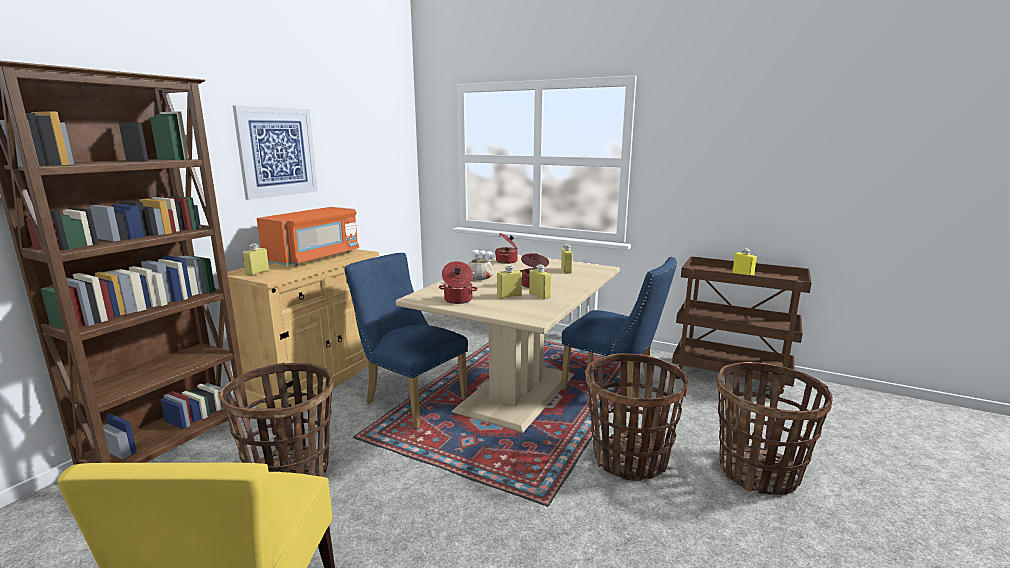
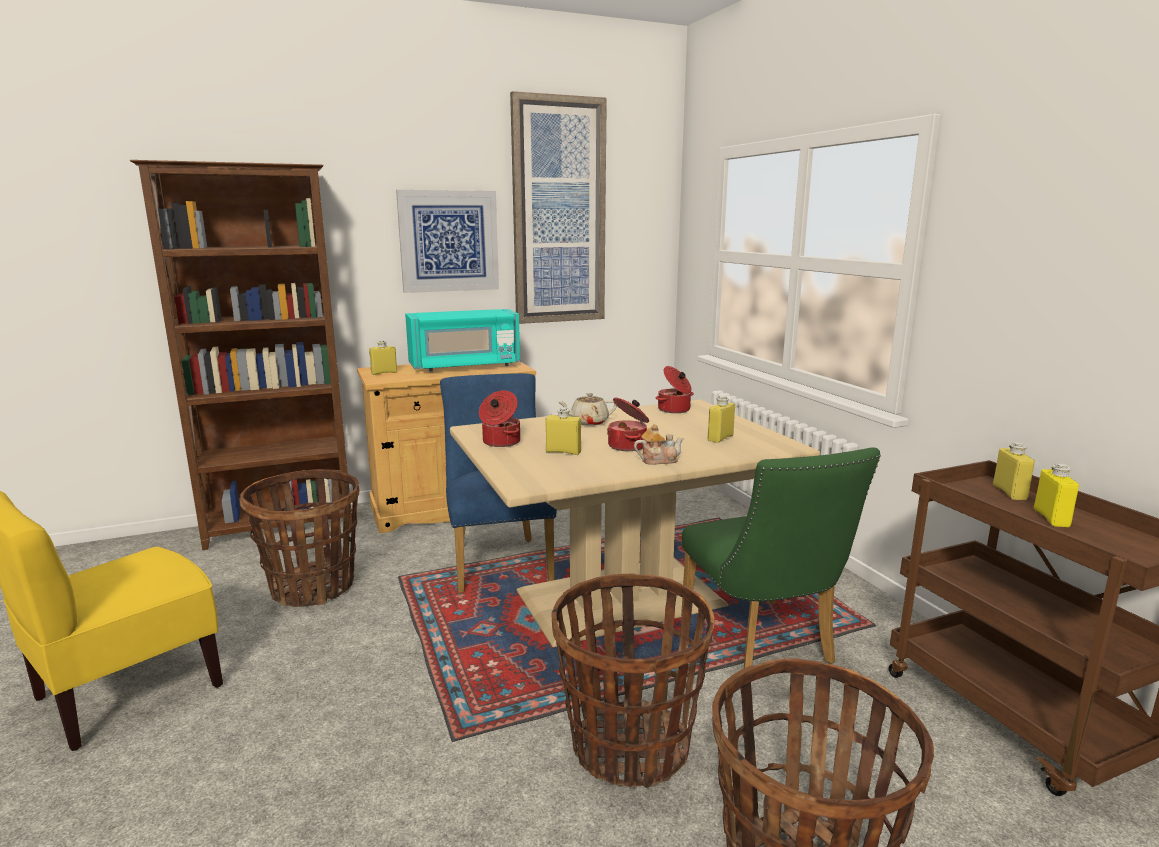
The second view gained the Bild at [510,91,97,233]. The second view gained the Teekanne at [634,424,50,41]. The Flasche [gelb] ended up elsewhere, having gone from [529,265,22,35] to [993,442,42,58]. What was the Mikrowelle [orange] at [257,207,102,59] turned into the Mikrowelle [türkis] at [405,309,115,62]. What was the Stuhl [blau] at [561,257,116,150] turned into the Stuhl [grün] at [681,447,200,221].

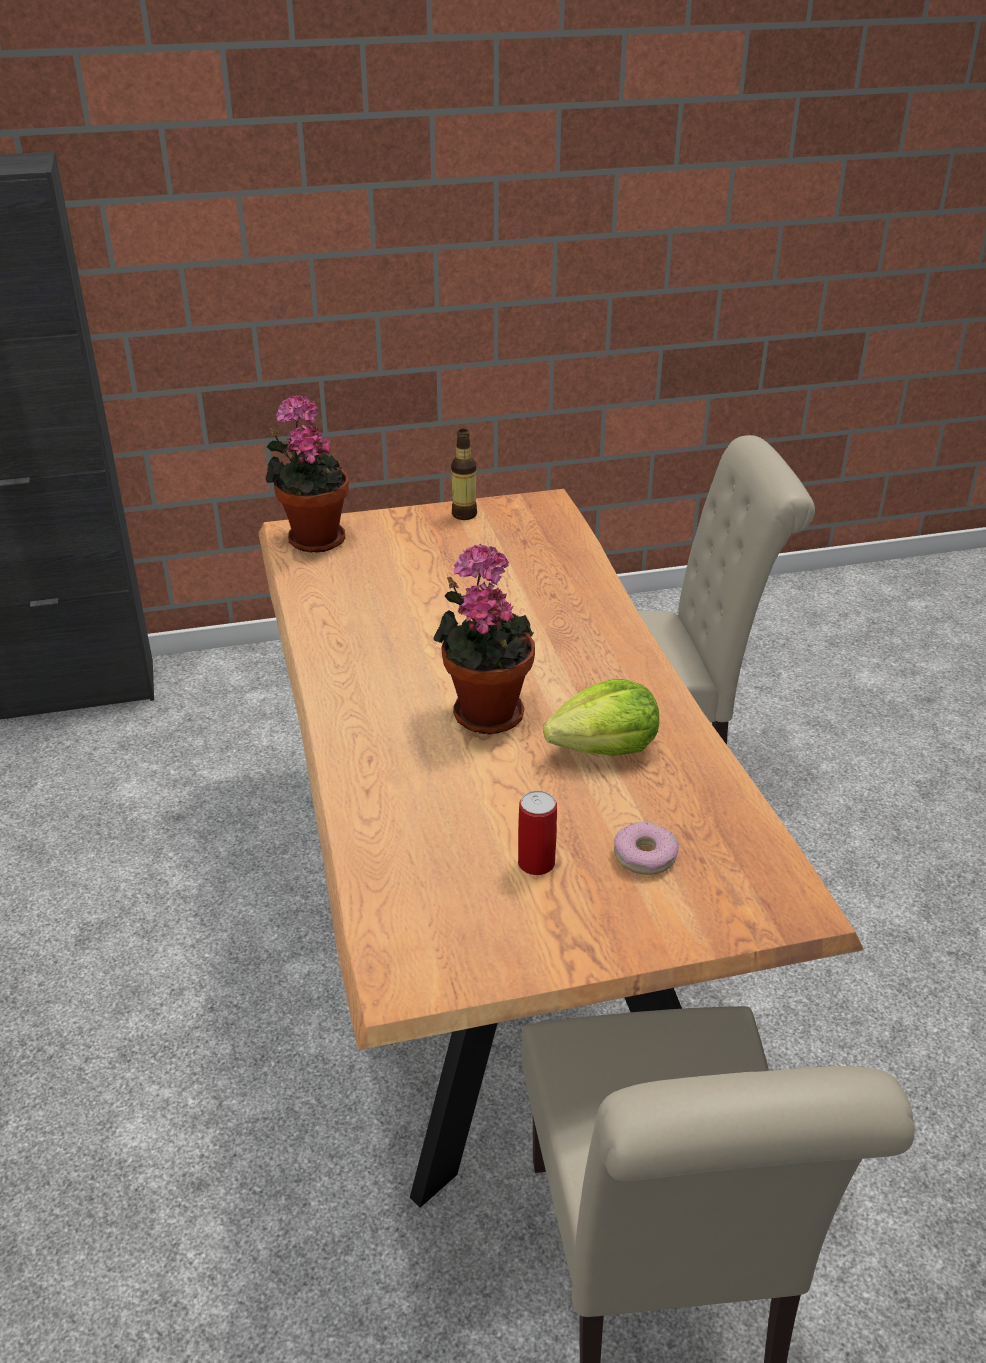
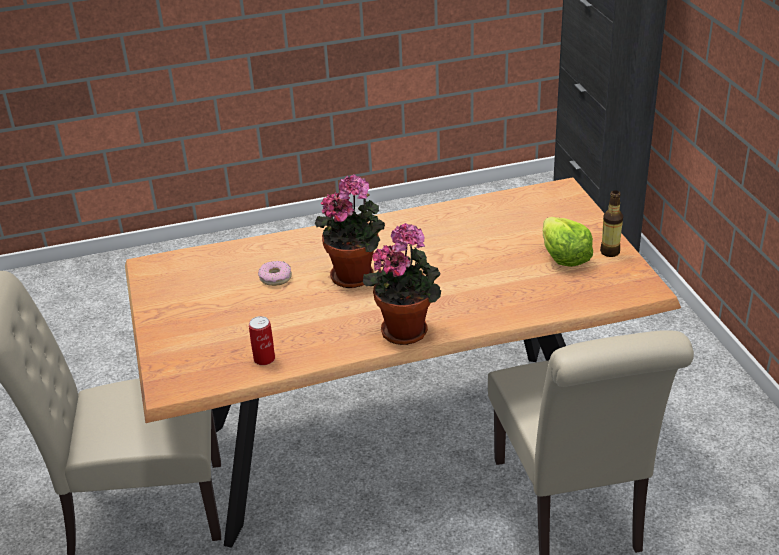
The Topfpflanze ended up elsewhere, having gone from [265,395,84,158] to [363,223,78,122]. The Dose ended up elsewhere, having gone from [518,791,39,84] to [249,316,26,49]. The Salatkopf ended up elsewhere, having gone from [543,679,116,77] to [543,217,50,50]. The Donut ended up elsewhere, having gone from [614,822,65,53] to [258,261,34,25].

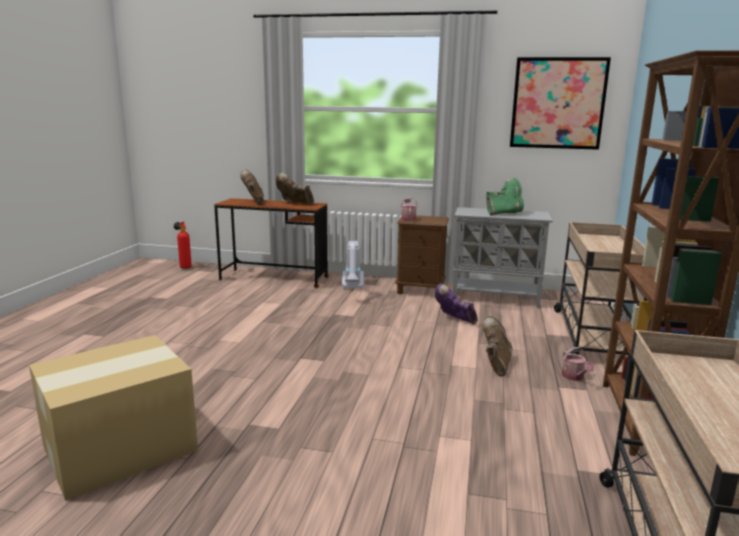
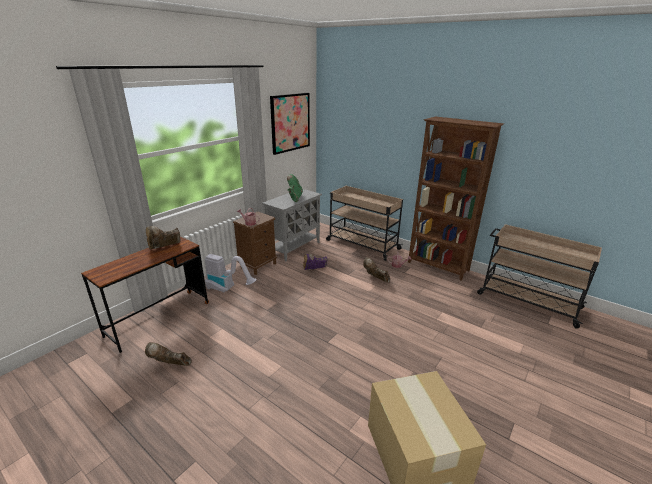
The second view lost the Feuerlöscher at [174,222,18,47]. The Stiefel [braun] ended up elsewhere, having gone from [240,169,24,36] to [145,342,47,24].

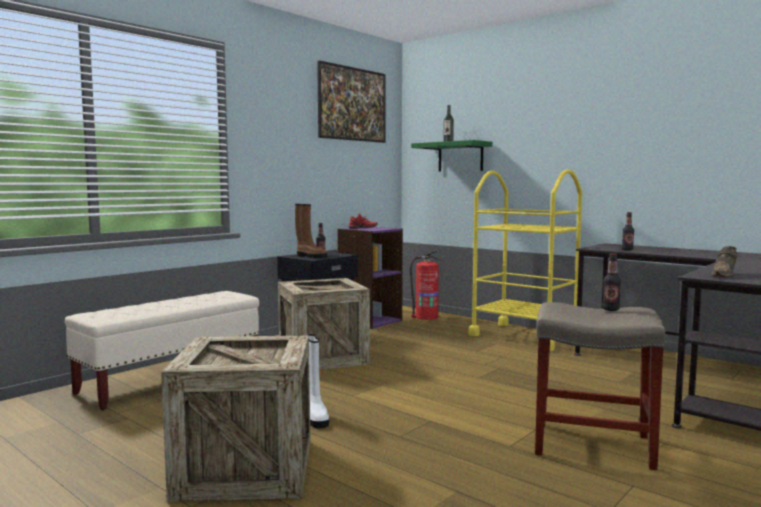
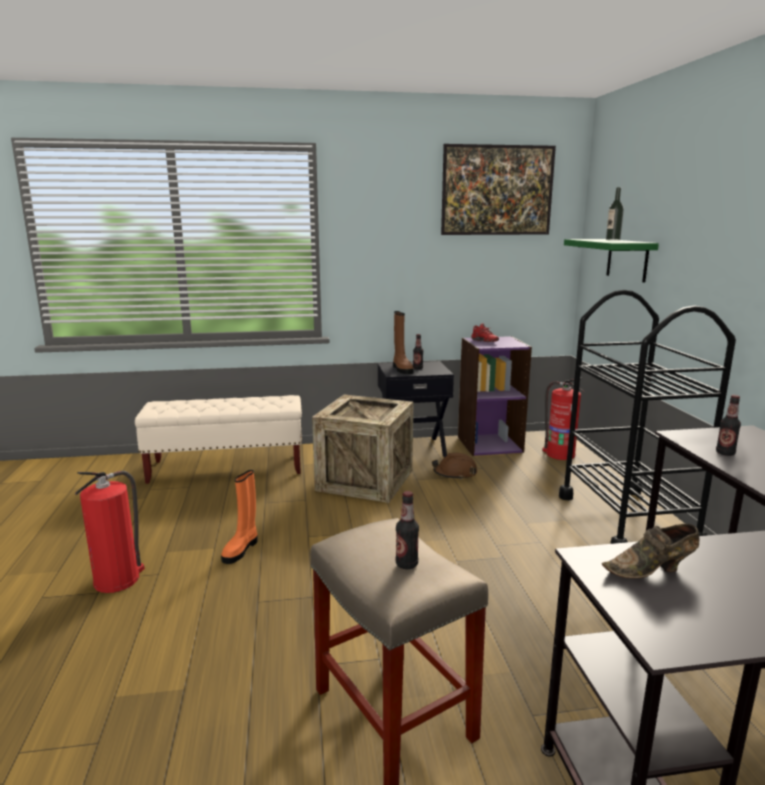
The second view gained the Schutzhelm [braun] at [432,453,45,27]. Where the Kiste stood at [161,336,149,166], the Feuerlöscher came to stand at [75,471,70,122]. What was the Stiefel [weiß] at [308,334,21,95] turned into the Stiefel [orange] at [221,470,37,94]. What was the Rollwagen [gelb] at [468,169,114,182] turned into the Rollwagen [schwarz] at [559,290,177,254].

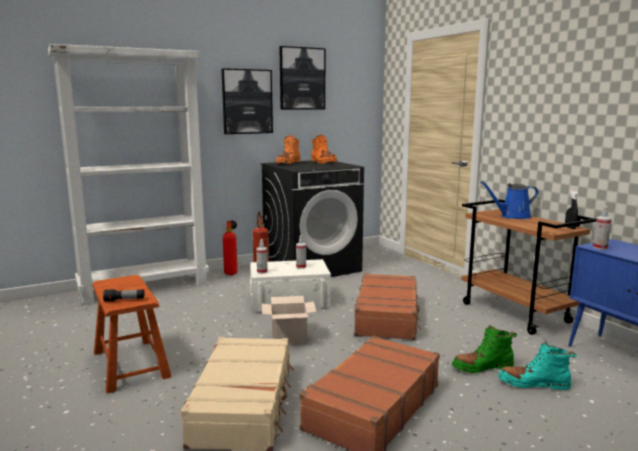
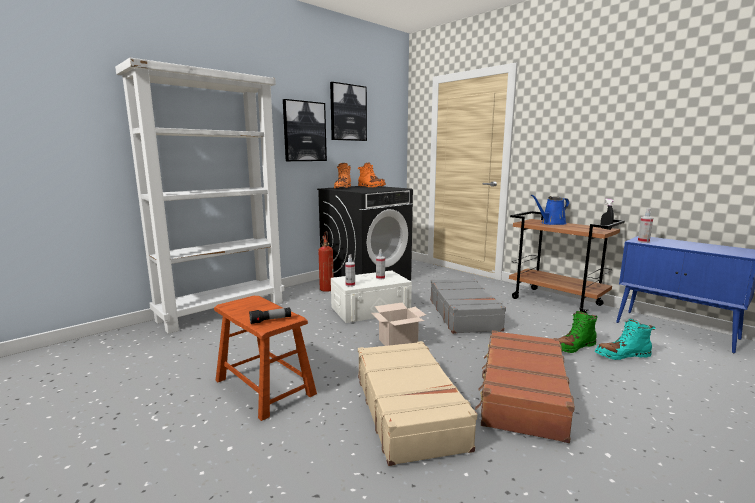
The second view lost the Feuerlöscher at [223,220,14,55]. What was the Koffer [braun] at [354,273,67,67] turned into the Koffer [grau] at [430,278,76,56].

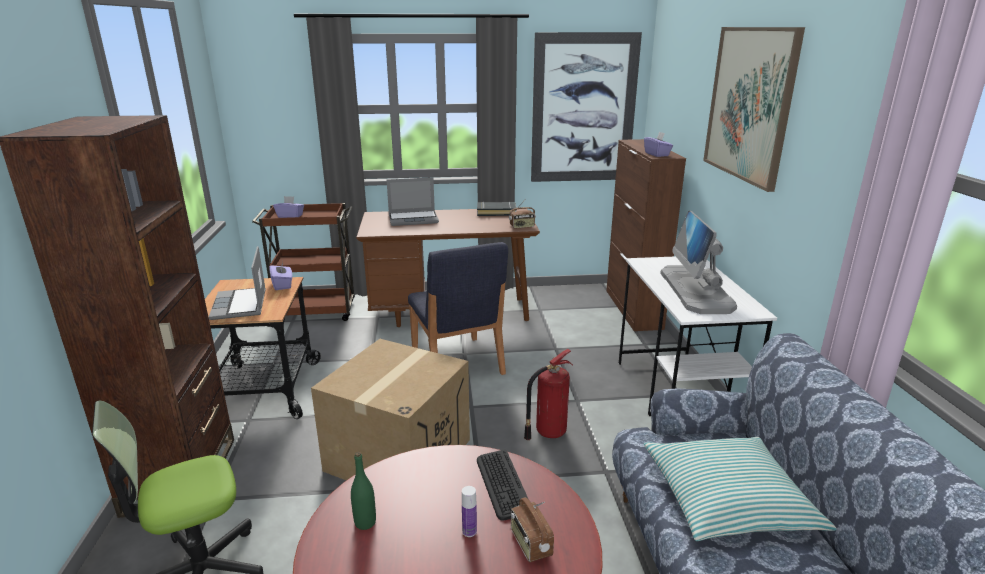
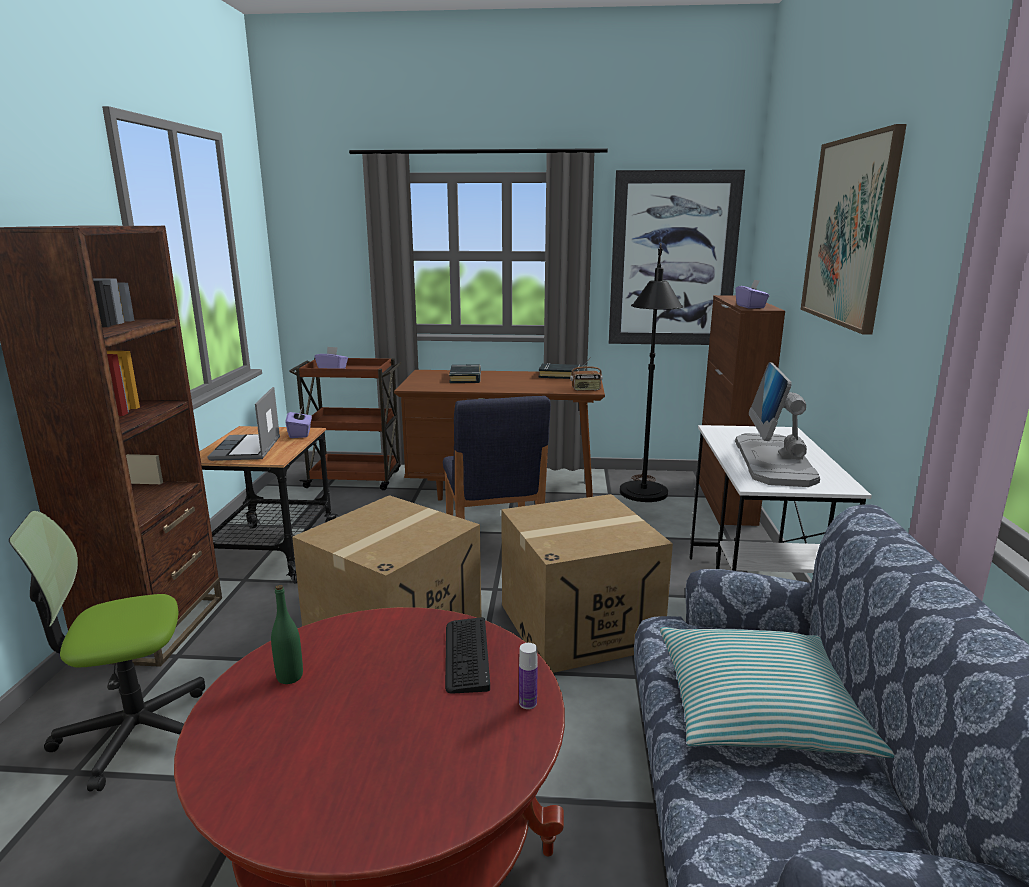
The second view lost the Radio at [511,498,43,64]. The second view gained the Stehlampe [schwarz] at [620,243,63,259]. The Flasche ended up elsewhere, having gone from [462,486,15,51] to [519,643,19,66]. Where the Laptop stood at [387,177,52,49], the Buch [schwarz] came to stand at [449,365,32,18]. Where the Feuerlöscher stood at [524,349,49,91], the Karton came to stand at [501,494,172,179].

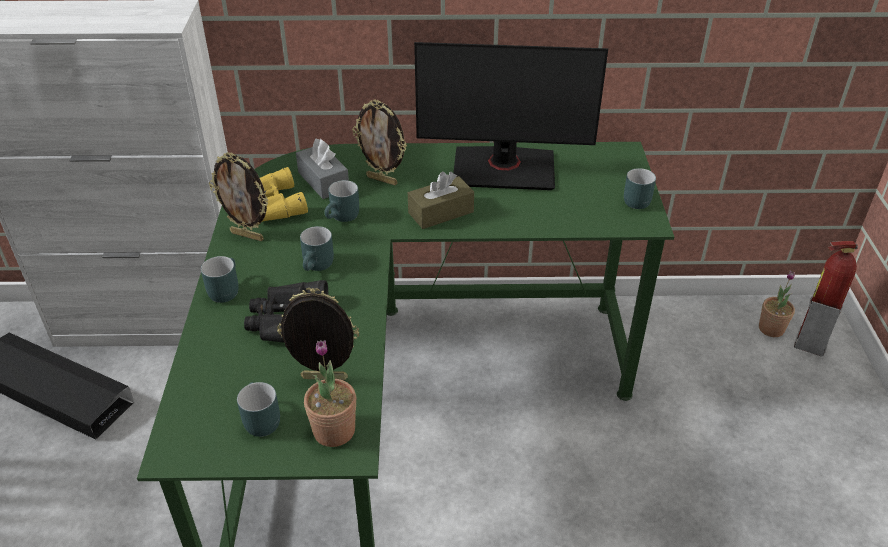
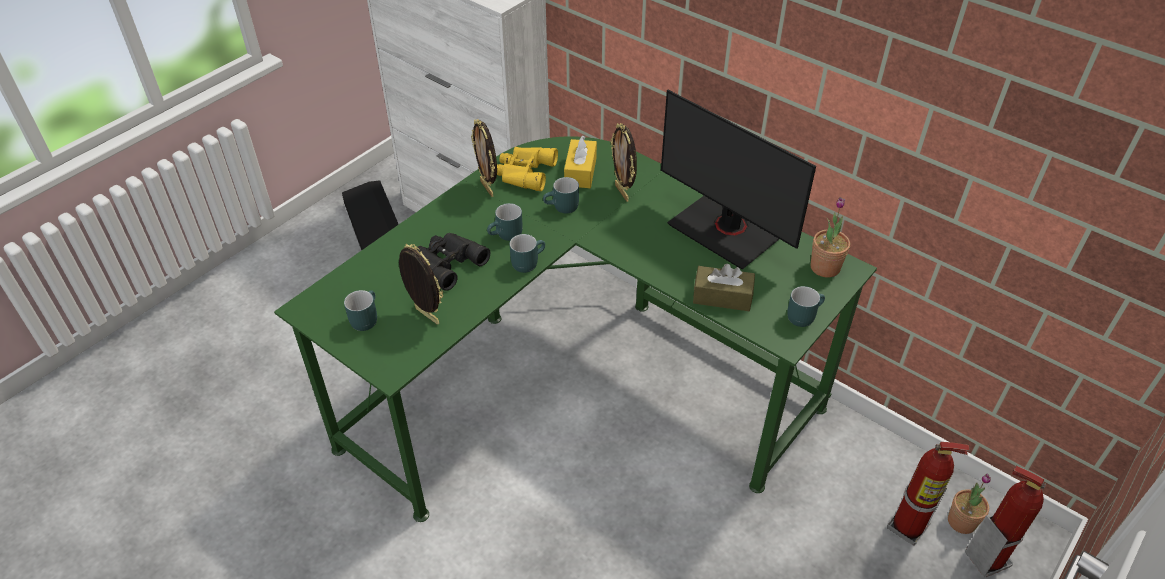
The second view gained the Feuerlöscher at [887,442,83,104]. The Henkelbecher [türkis] ended up elsewhere, having gone from [201,256,38,47] to [509,234,36,39]. The Topfpflanze ended up elsewhere, having gone from [304,340,52,107] to [811,197,39,81]. The Taschentuchbox [braun] ended up elsewhere, having gone from [408,172,66,57] to [693,264,62,47]. What was the Taschentuchbox [grau] at [296,138,53,61] turned into the Taschentuchbox [gelb] at [564,135,33,53].

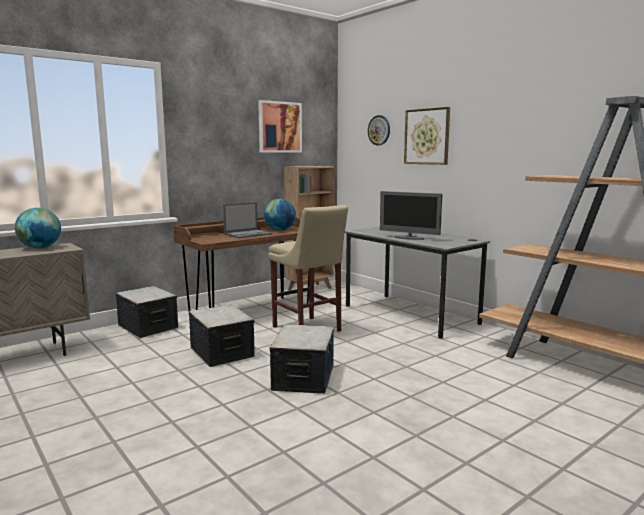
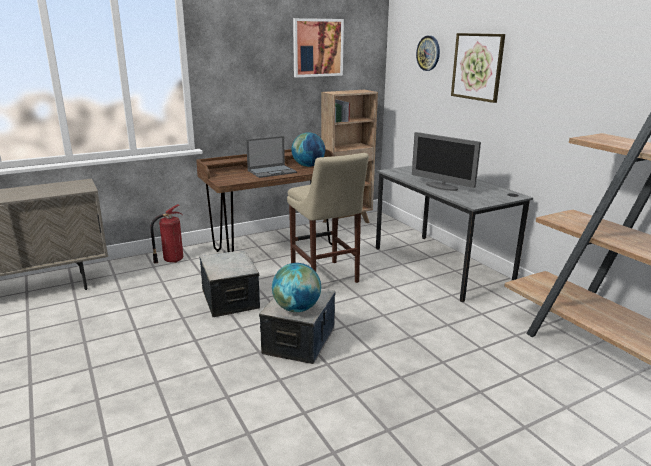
The Globus ended up elsewhere, having gone from [15,208,46,40] to [272,263,49,49]. Where the Aufbewahrungsbox stood at [115,286,63,52], the Feuerlöscher came to stand at [150,204,33,60].

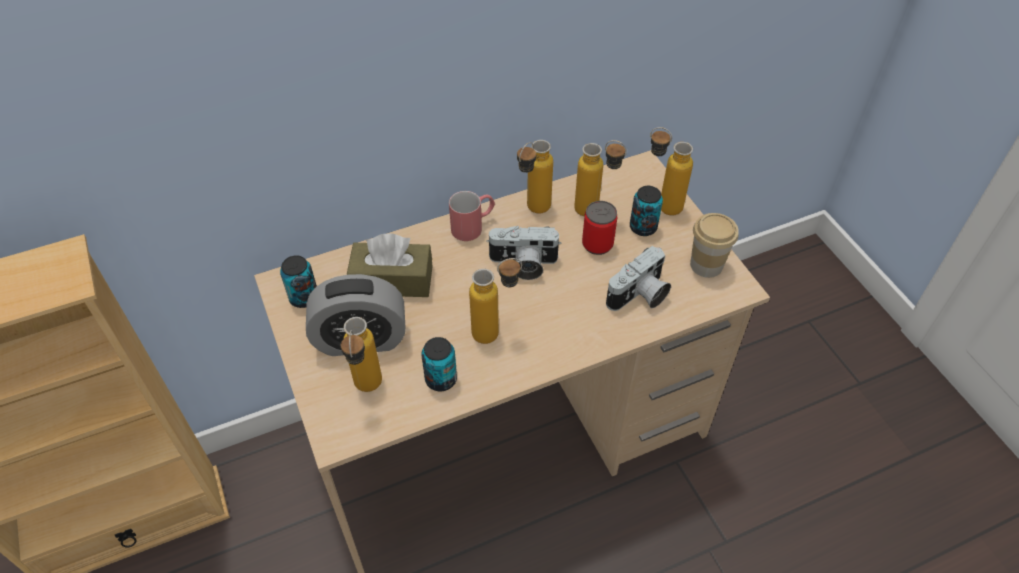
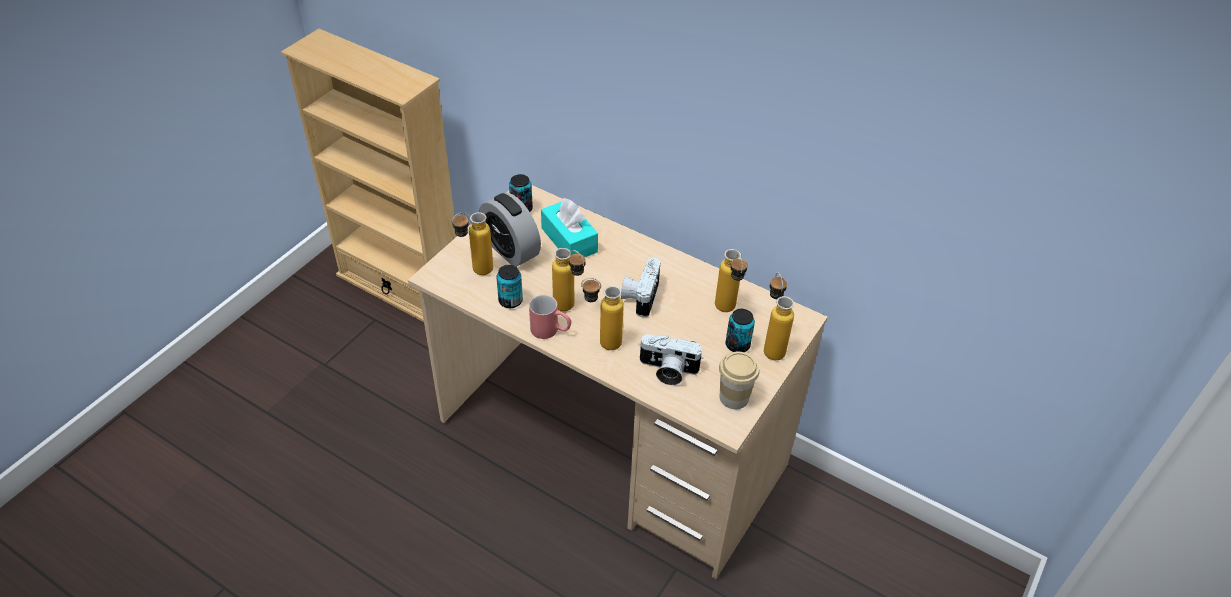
The second view lost the Dose at [582,201,35,54]. The Henkelbecher [rot] ended up elsewhere, having gone from [449,191,46,50] to [529,295,43,44]. The Flasche ended up elsewhere, having gone from [517,140,36,73] to [581,278,43,72]. What was the Taschentuchbox [braun] at [347,234,86,63] turned into the Taschentuchbox [türkis] at [541,198,57,59]. The Kamera at [486,226,75,54] ended up facing another way, 45 degrees clockwise from before.

